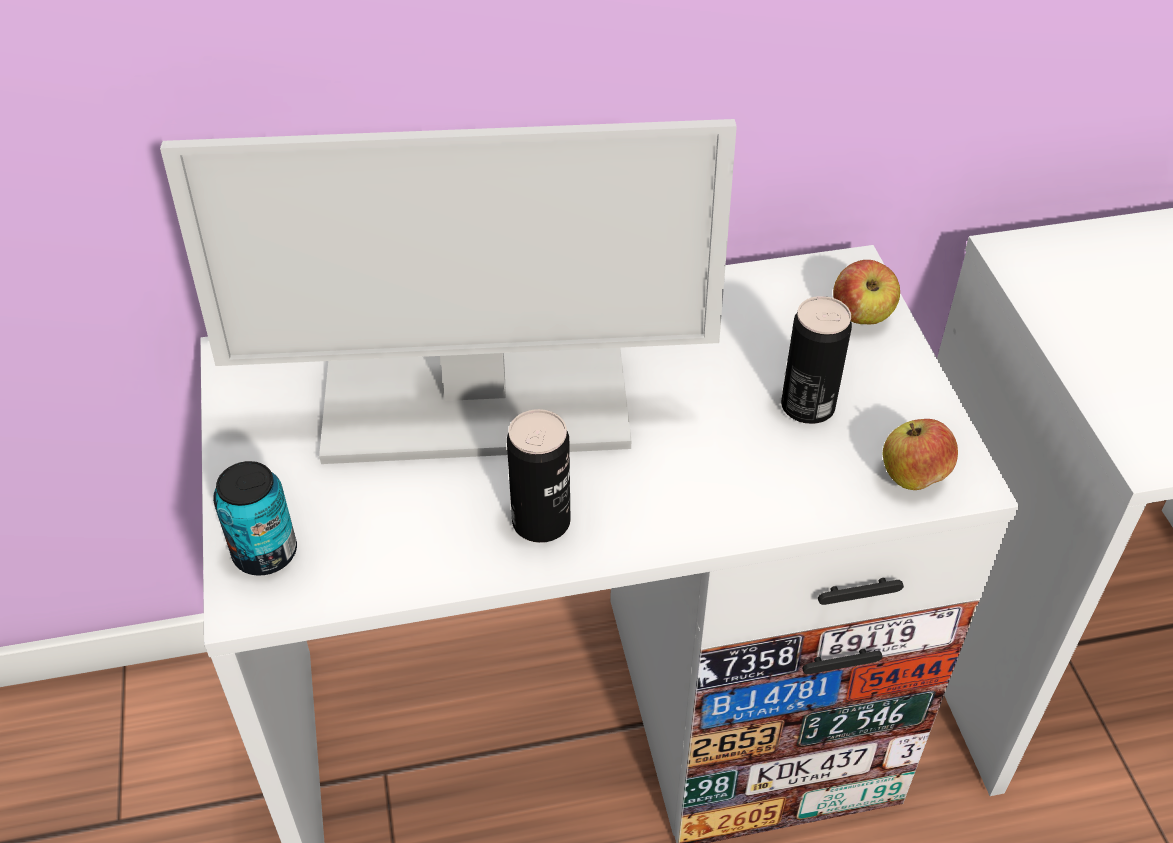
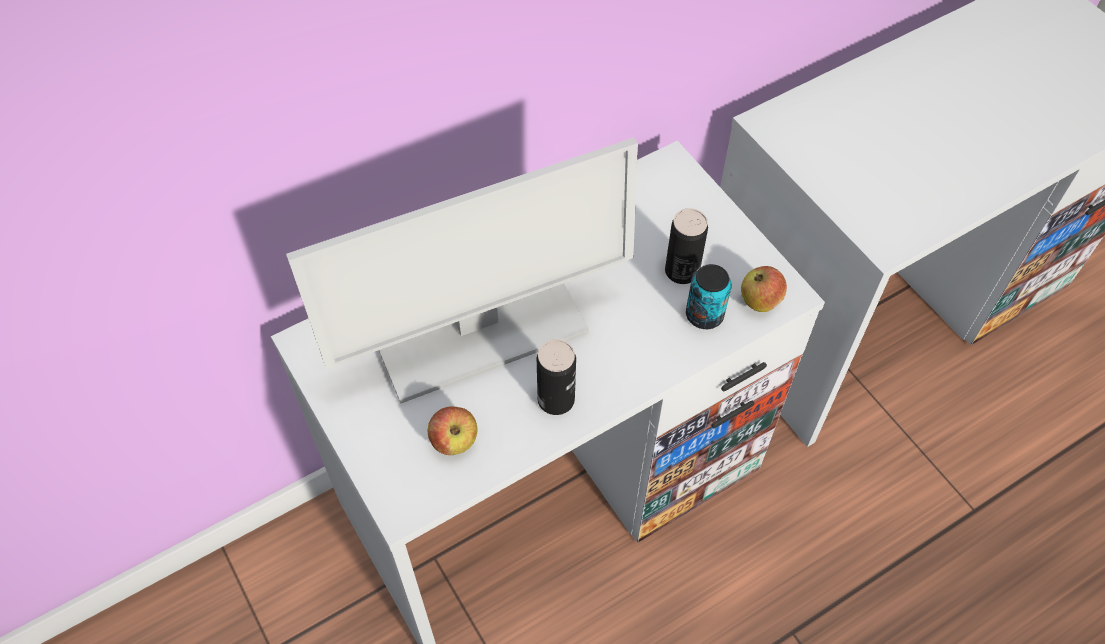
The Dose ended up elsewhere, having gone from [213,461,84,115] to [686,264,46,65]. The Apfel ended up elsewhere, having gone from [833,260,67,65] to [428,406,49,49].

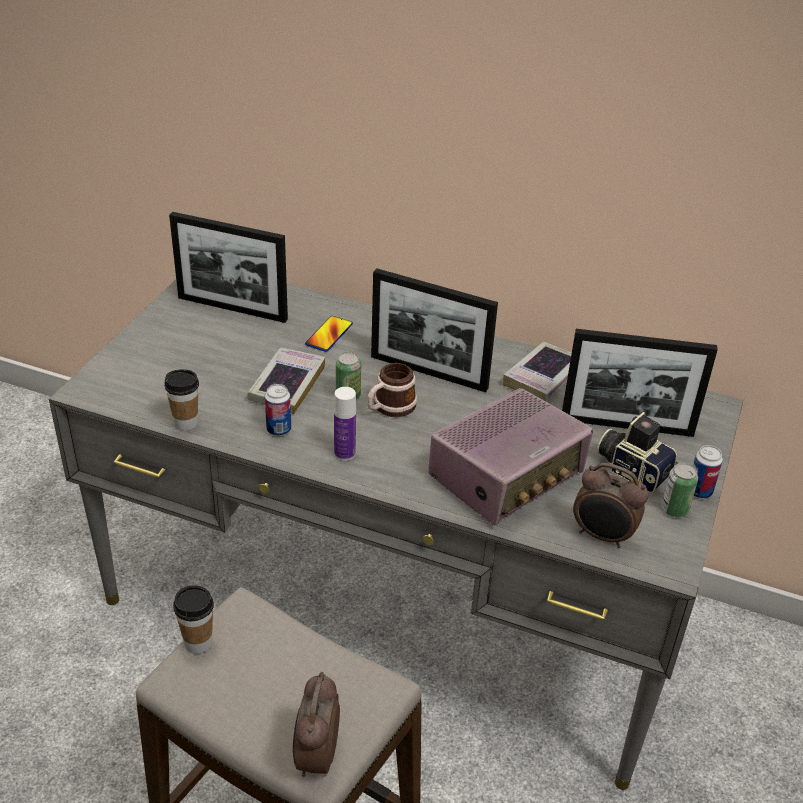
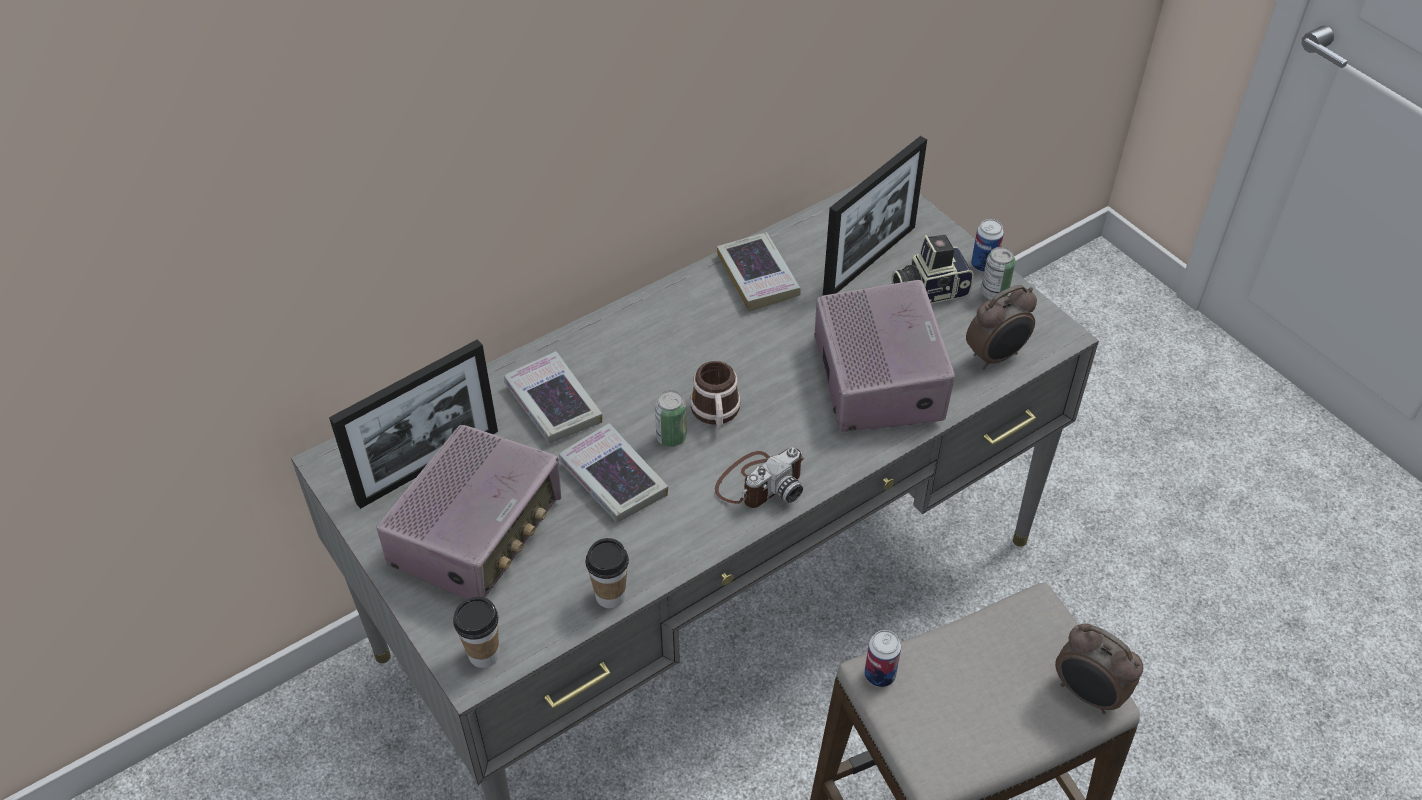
The second view lost the Bilderrahmen at [371,268,127,124]. The second view gained the Radio at [376,425,185,174]. The Tasse ended up elsewhere, having gone from [173,585,41,69] to [453,597,46,71]. The Dose ended up elsewhere, having gone from [265,384,26,52] to [865,630,36,57]. Where the Handy stood at [305,316,48,36], the Buch came to stand at [504,351,98,92]. Where the Flasche stood at [334,387,22,74], the Kamera came to stand at [715,448,89,60].

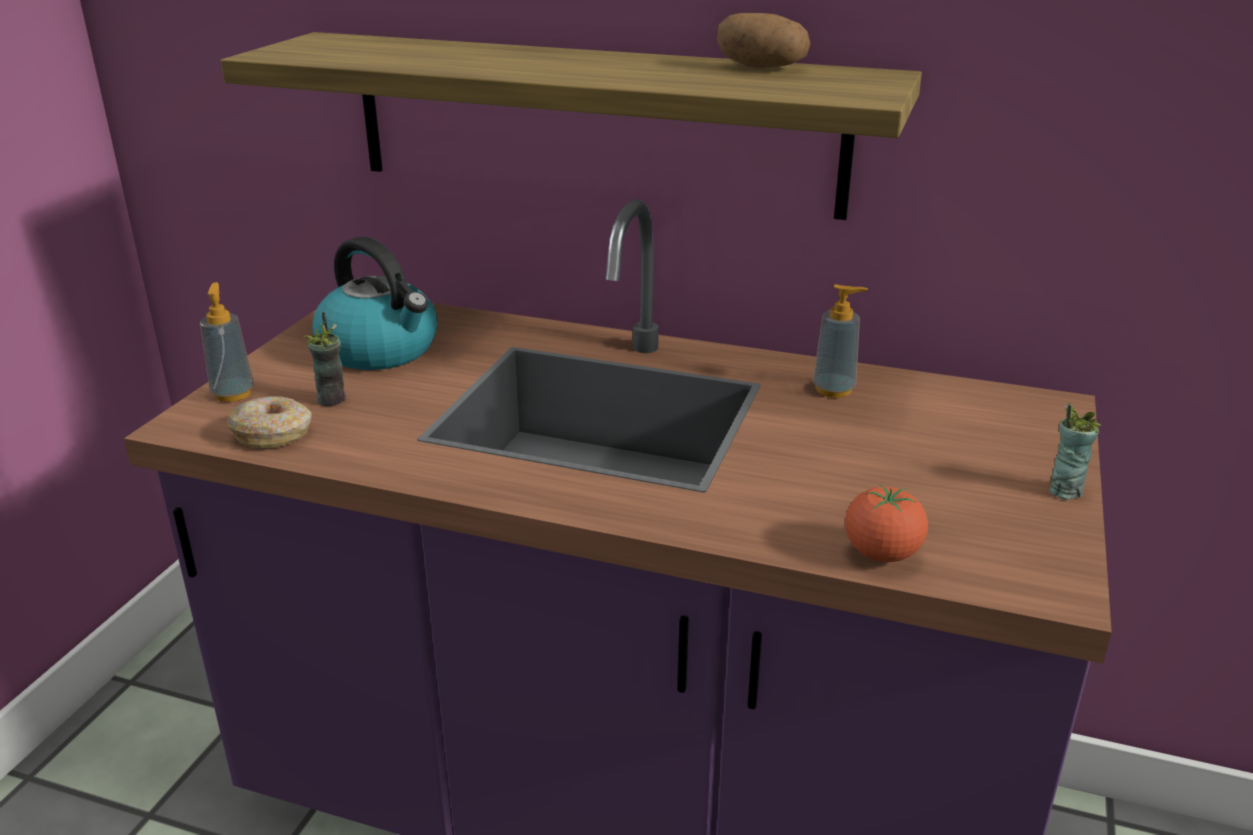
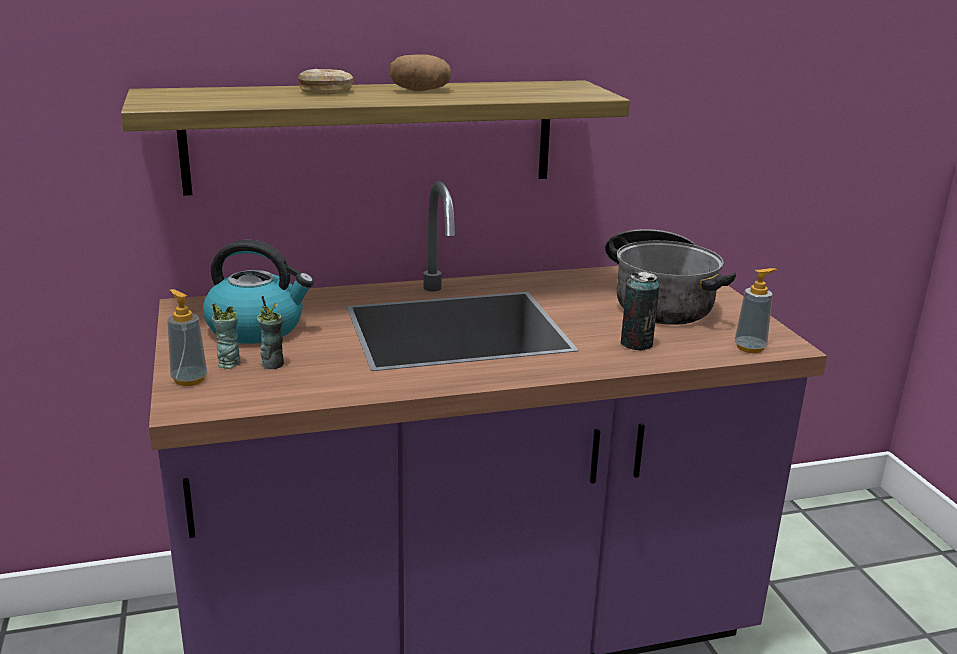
The second view lost the Tomate at [845,485,83,77]. The second view gained the Kochtopf at [604,229,132,96]. The second view gained the Dose at [620,271,39,79]. The Donut ended up elsewhere, having gone from [227,396,85,52] to [298,69,55,25]. The Kartoffel ended up elsewhere, having gone from [717,13,94,55] to [390,54,62,37]. The Seifenspender ended up elsewhere, having gone from [813,284,55,114] to [735,268,42,85]. The Tasse ended up elsewhere, having gone from [1049,403,52,97] to [212,303,29,66].

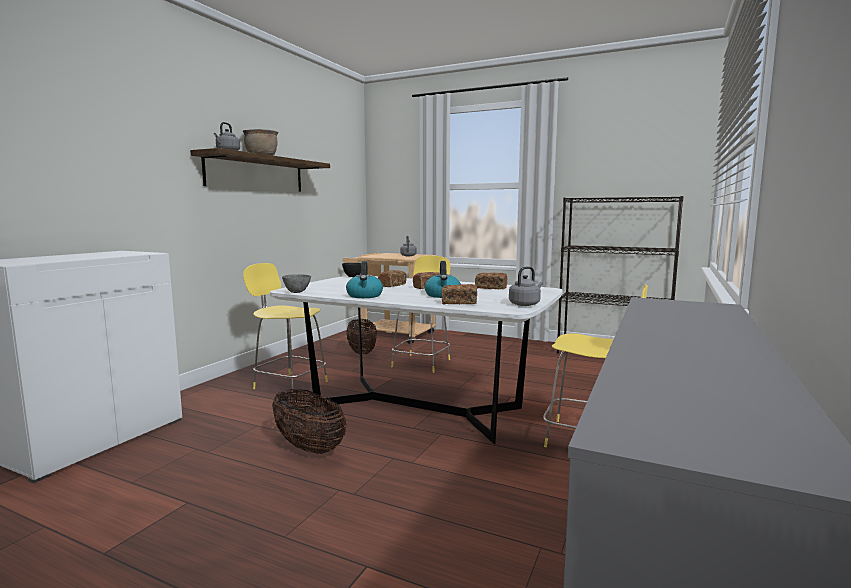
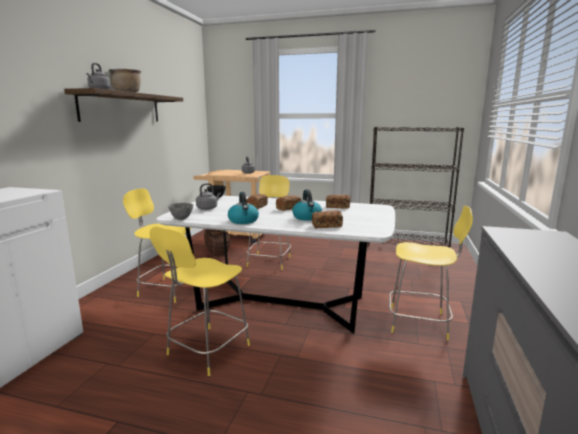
The Wasserkessel [grau] ended up elsewhere, having gone from [509,266,34,40] to [196,183,25,27]. Where the Korb stood at [272,389,75,65], the Hocker [gelb] came to stand at [149,226,101,150].

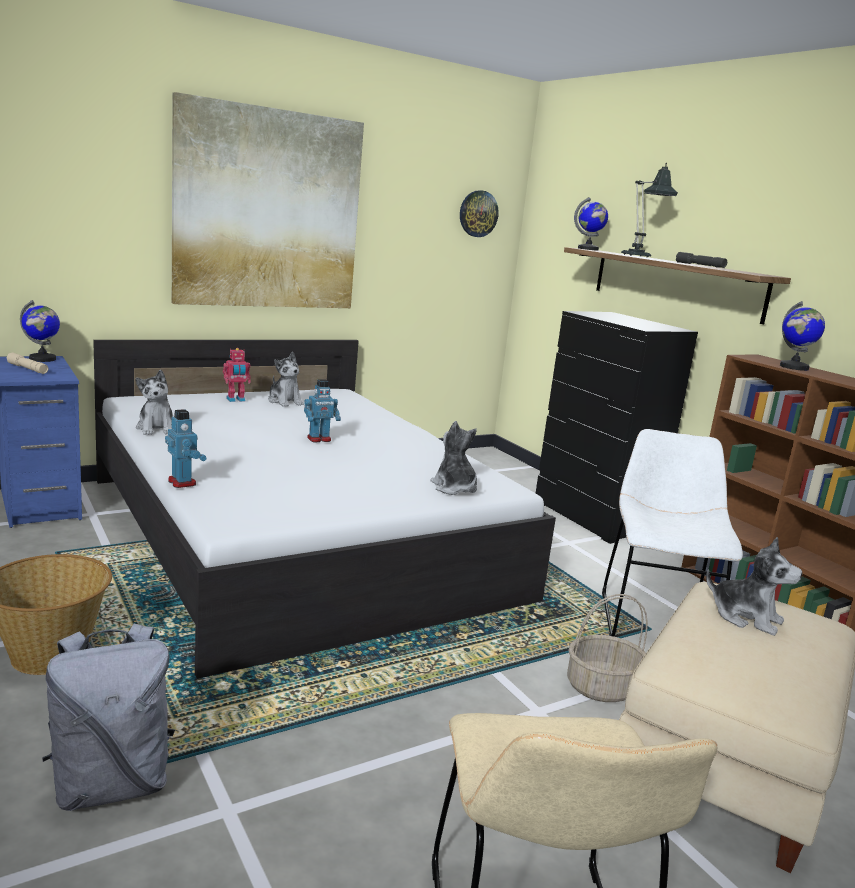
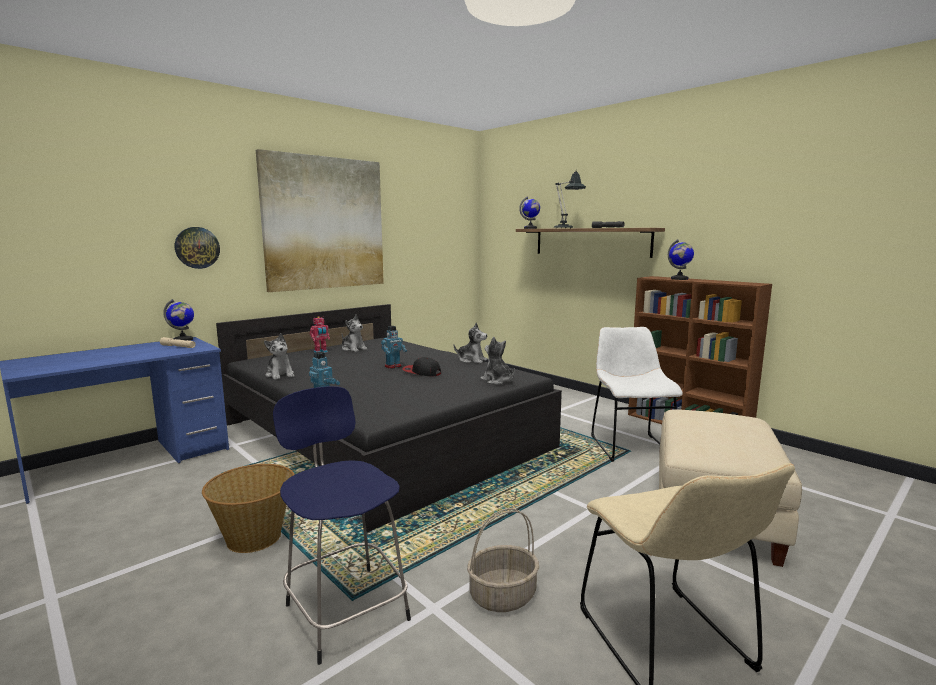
The second view lost the Kommode [schwarz] at [536,311,162,233]. The second view gained the Kappe at [402,357,39,20]. The Wanduhr ended up elsewhere, having gone from [460,190,39,47] to [175,227,45,42]. The Korb ended up elsewhere, having gone from [567,594,81,108] to [467,508,72,104]. The Plüschtier ended up elsewhere, having gone from [706,537,96,99] to [454,323,33,41]. Where the Rucksack [grau] stood at [42,624,133,187], the Hocker [blau] came to stand at [273,386,138,279]. What was the Bett [weiß] at [93,340,463,339] turned into the Bett [schwarz] at [216,304,346,228].

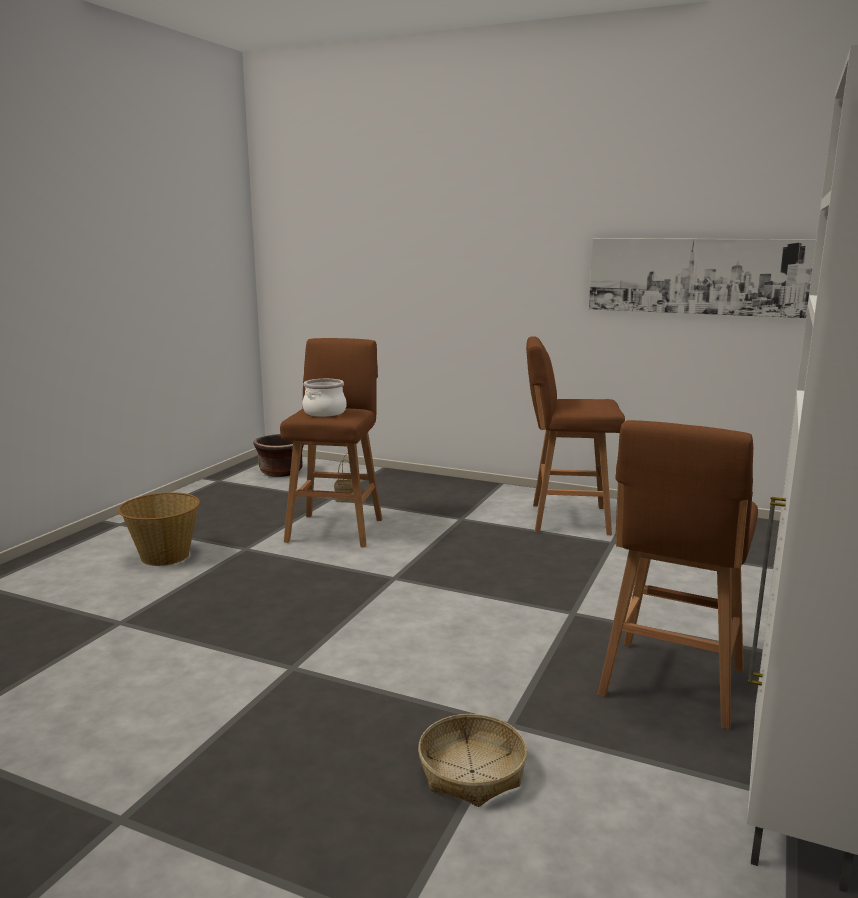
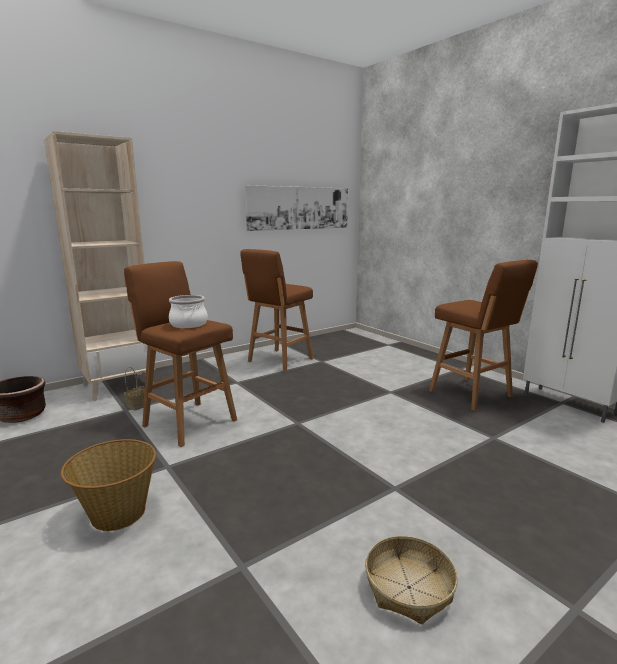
The second view gained the Bücherregal [beige] at [44,131,111,270]. The Korb ended up elsewhere, having gone from [418,714,109,93] to [365,536,93,88].

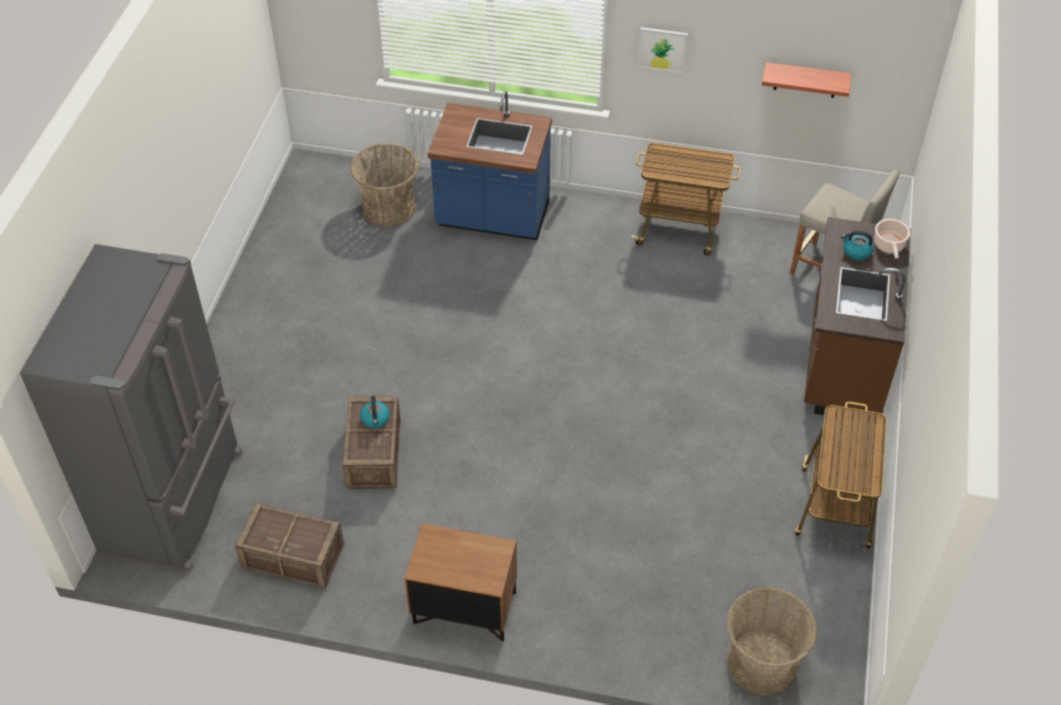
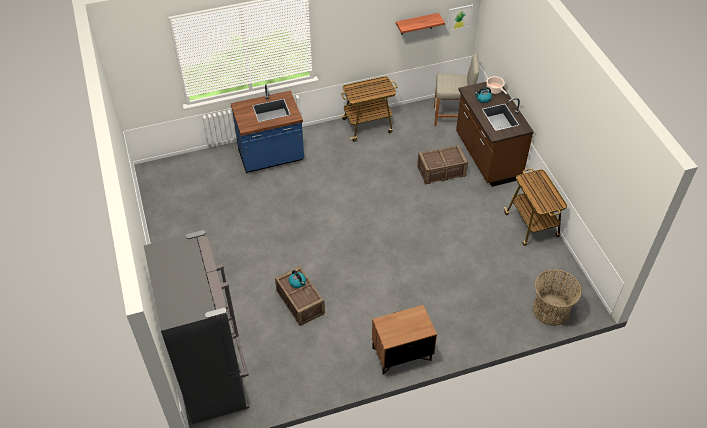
The second view lost the Korb at [350,143,69,84]. The Kiste ended up elsewhere, having gone from [235,503,109,85] to [417,145,51,39]. The Bild ended up elsewhere, having gone from [638,27,50,46] to [447,5,26,26].

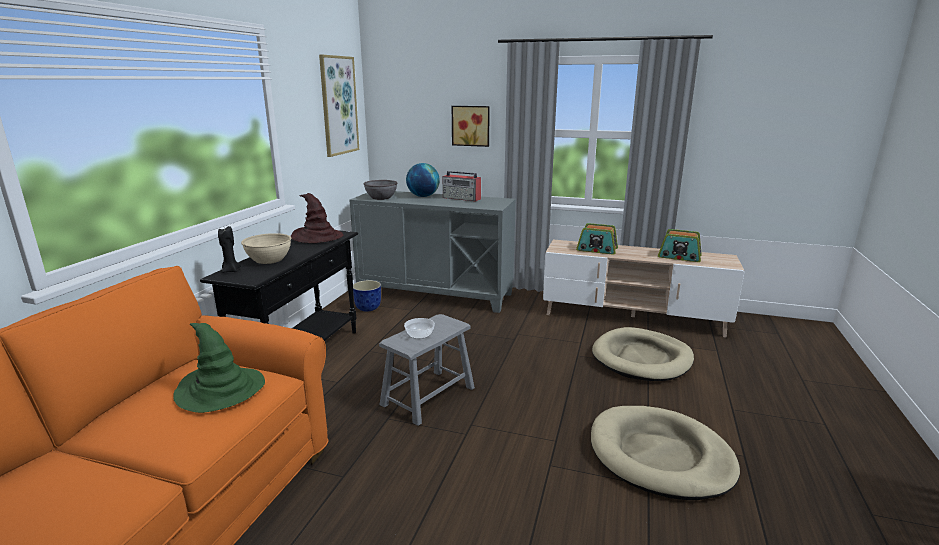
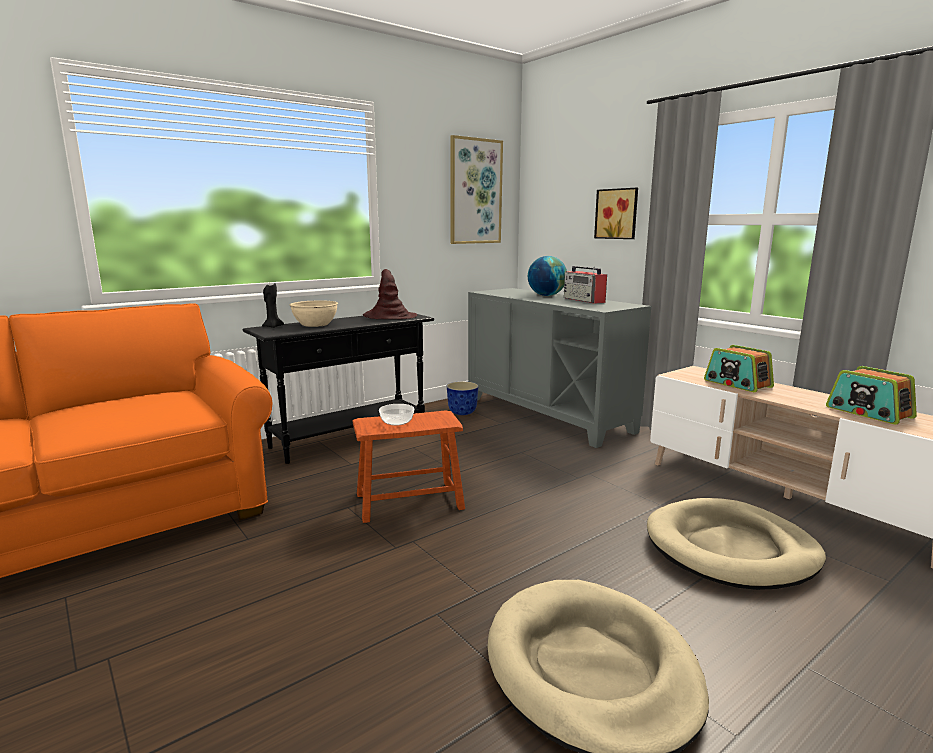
The second view lost the Hut [grün] at [173,323,92,90]. The second view lost the Schüssel [grau] at [363,180,35,20]. What was the Hocker [grau] at [379,314,96,112] turned into the Hocker [braun] at [353,411,112,112].

